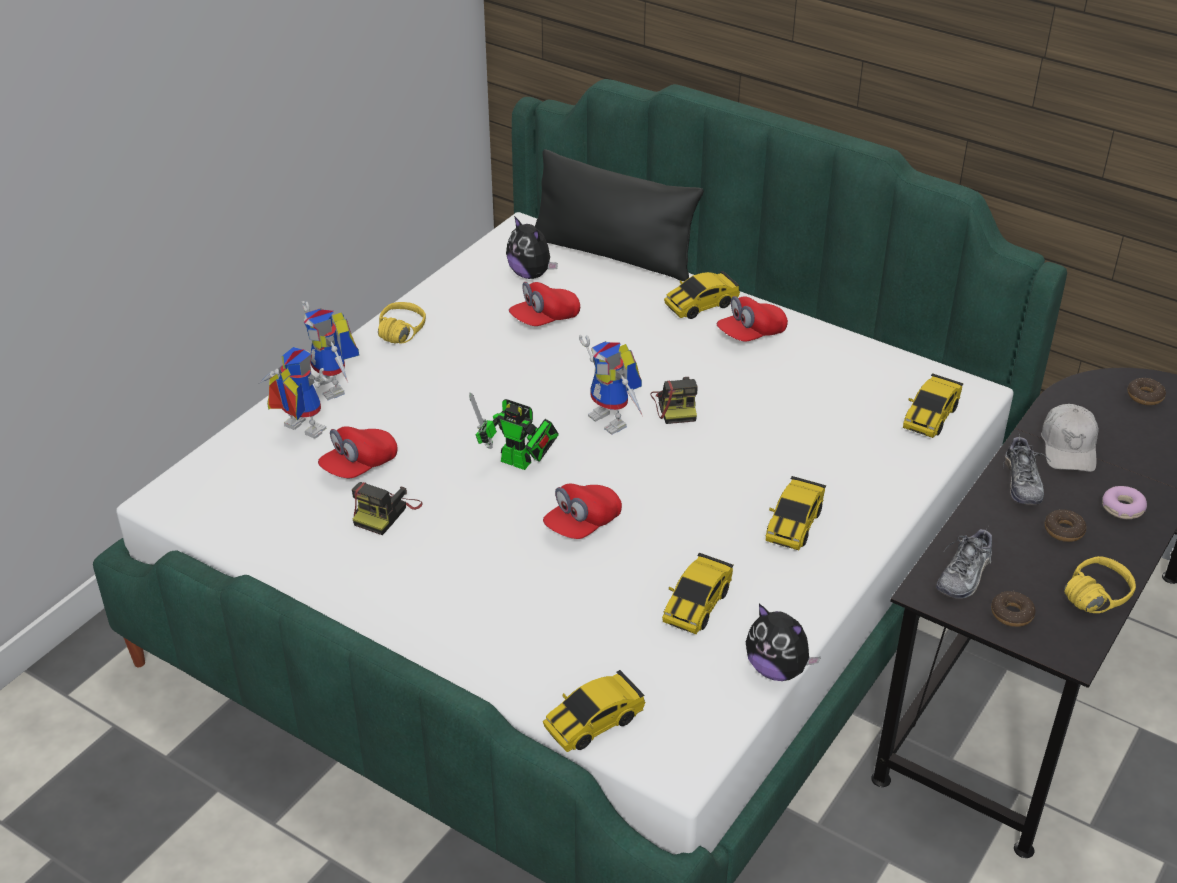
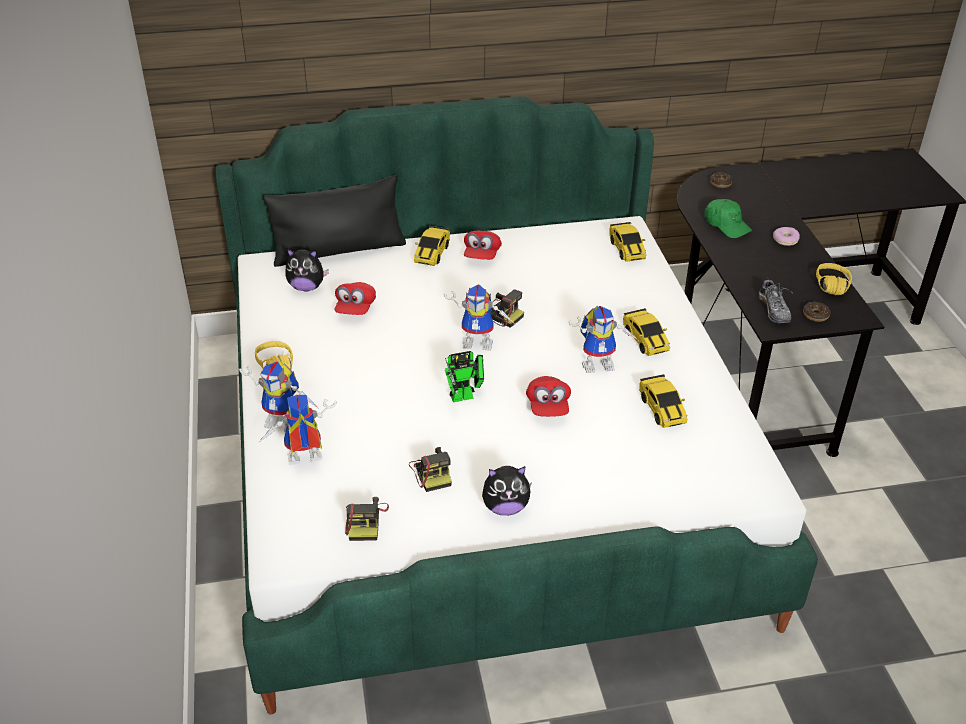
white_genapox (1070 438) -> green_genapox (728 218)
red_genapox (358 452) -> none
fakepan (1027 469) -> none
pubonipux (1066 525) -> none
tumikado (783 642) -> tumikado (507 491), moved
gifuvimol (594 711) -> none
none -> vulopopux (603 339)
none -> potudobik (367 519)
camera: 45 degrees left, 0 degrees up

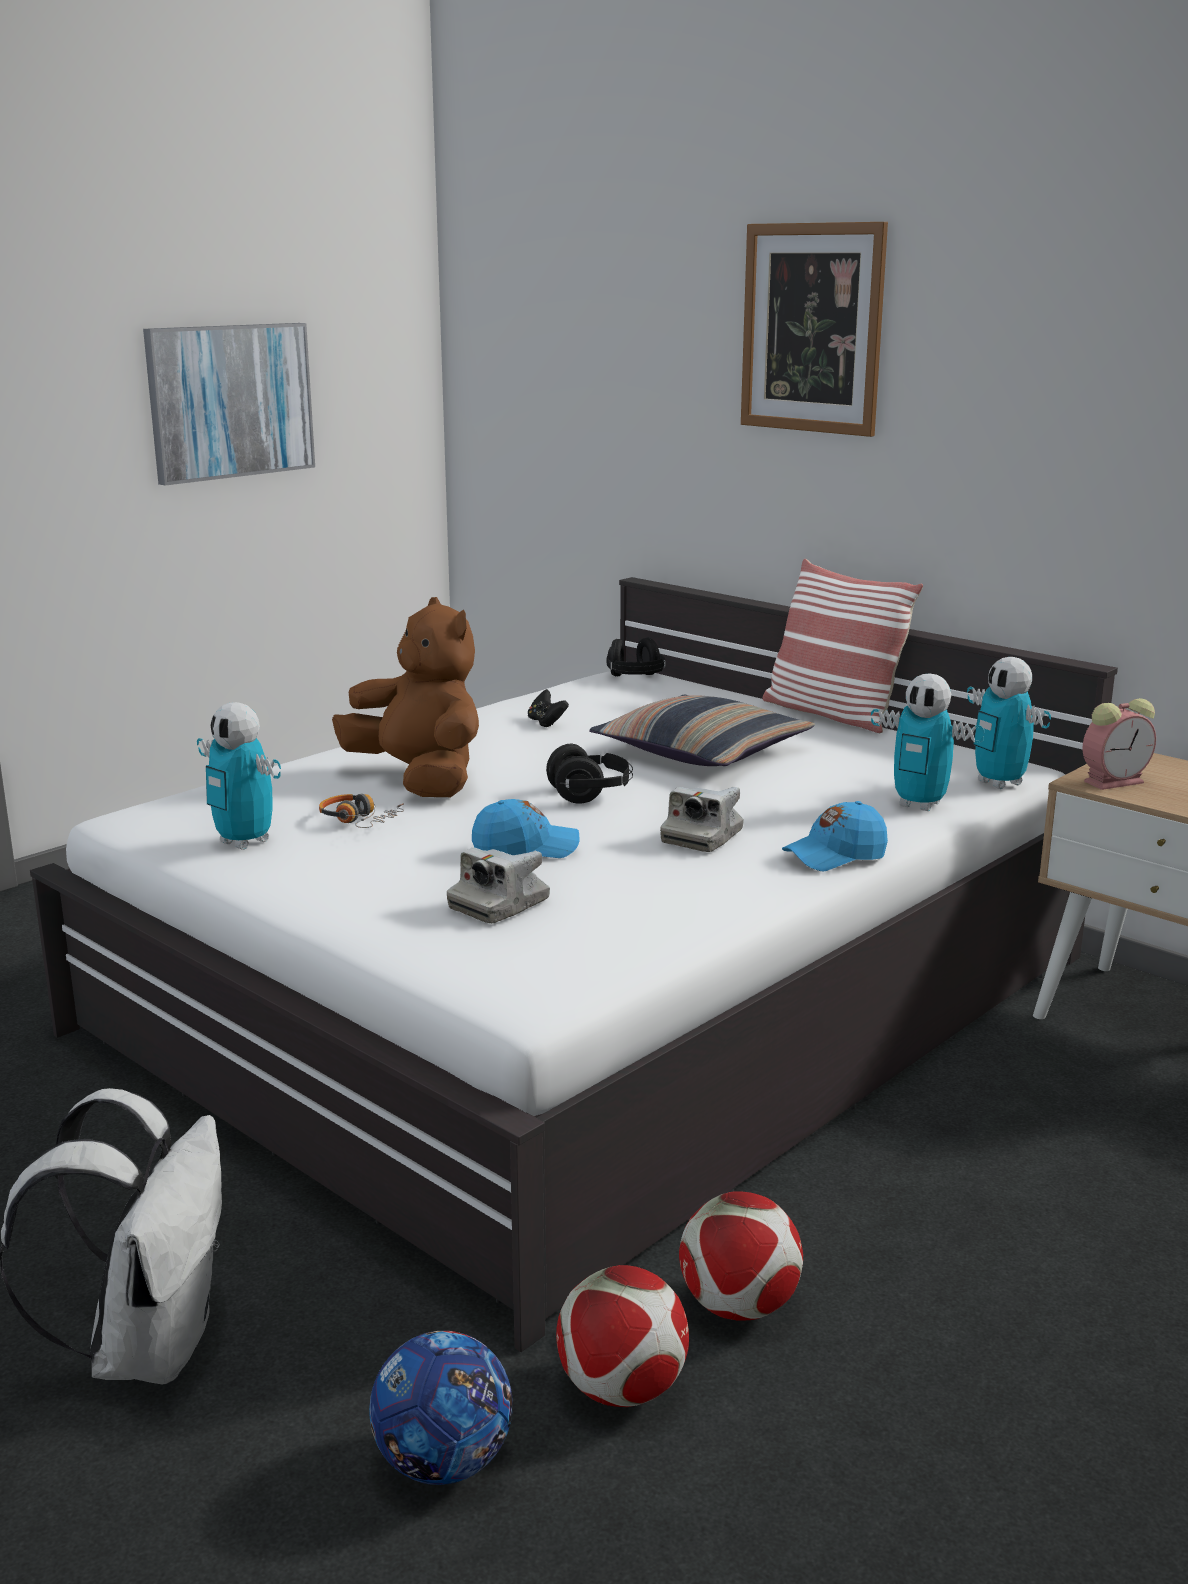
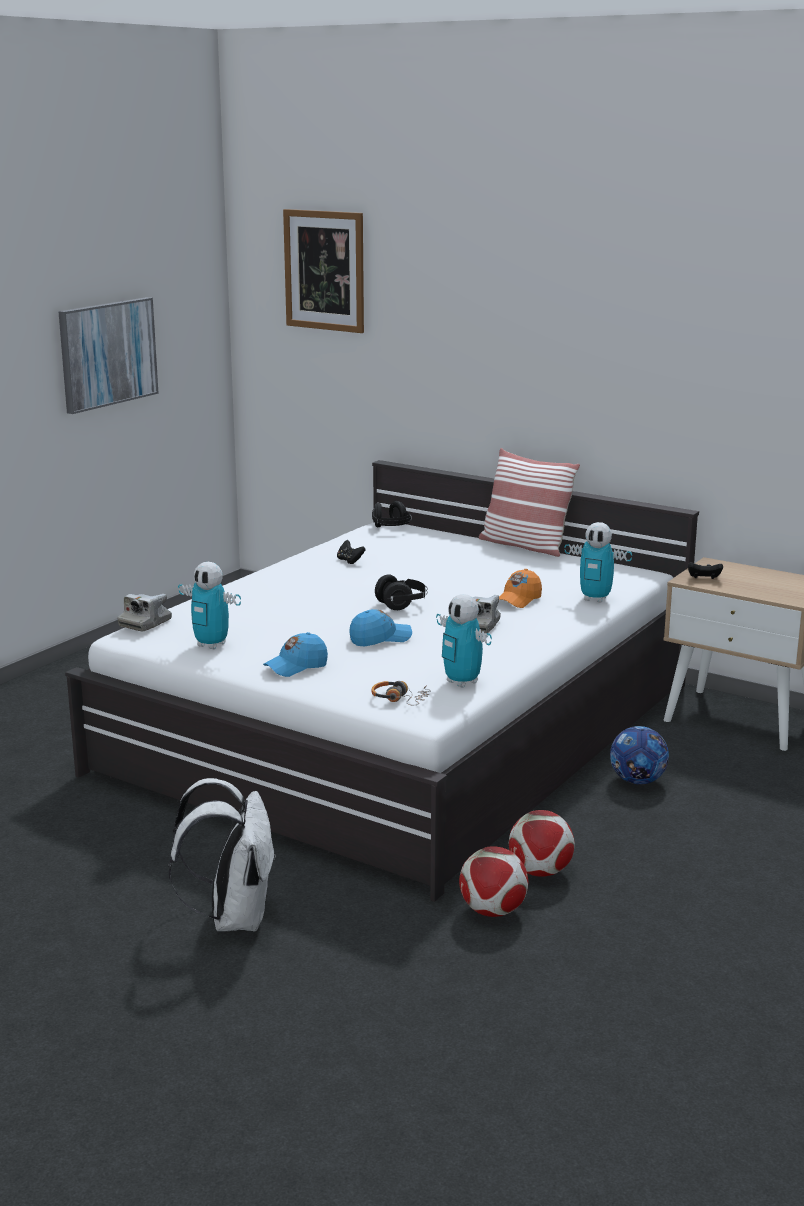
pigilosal (814 329) -> pigilosal (323 271), moved
brown_tumikado (405 697) -> none
vulopopux (1009 723) -> vulopopux (464 641), moved
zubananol (702 730) -> none
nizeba (1119 744) -> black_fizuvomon (705 570)
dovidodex (361 810) -> dovidodex (401 693), moved
blue_genapox (835 836) -> blue_genapox (295 654), moved
potudobik (498 885) -> potudobik (145 612), moved
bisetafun (441 1408) -> bisetafun (639 755), moved
none -> orange_genapox (520 588)
camera: 10 degrees left, 0 degrees up

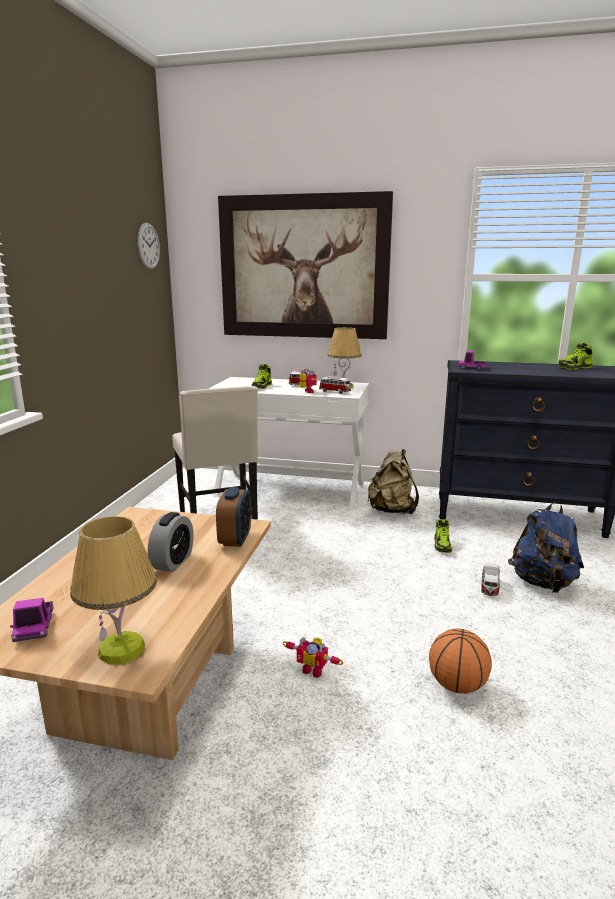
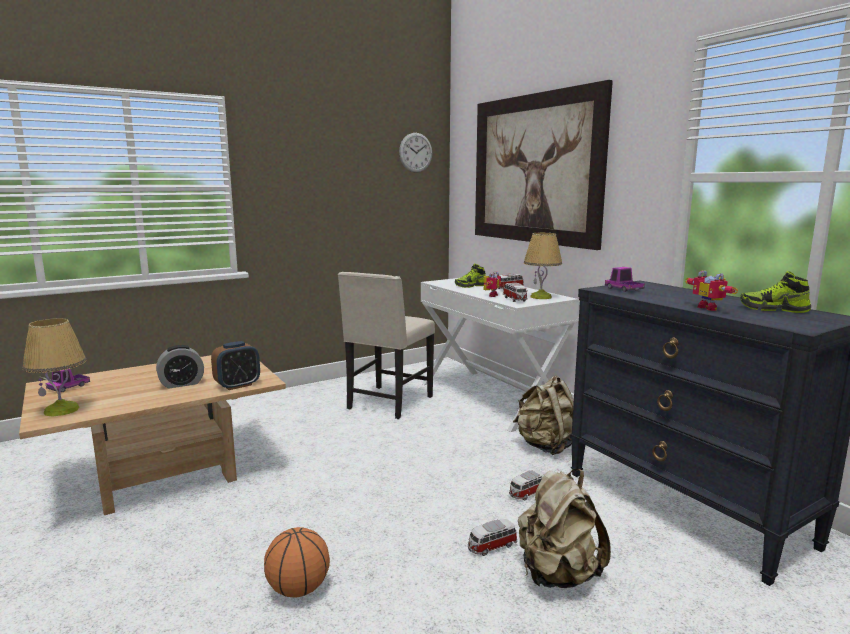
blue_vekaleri (546 547) -> beige_vekaleri (564 528)
fakepan (443 536) -> gifuvimol (527 485)
vulopopux (313 657) -> vulopopux (711 290), moved
camera: 45 degrees right, 5 degrees down

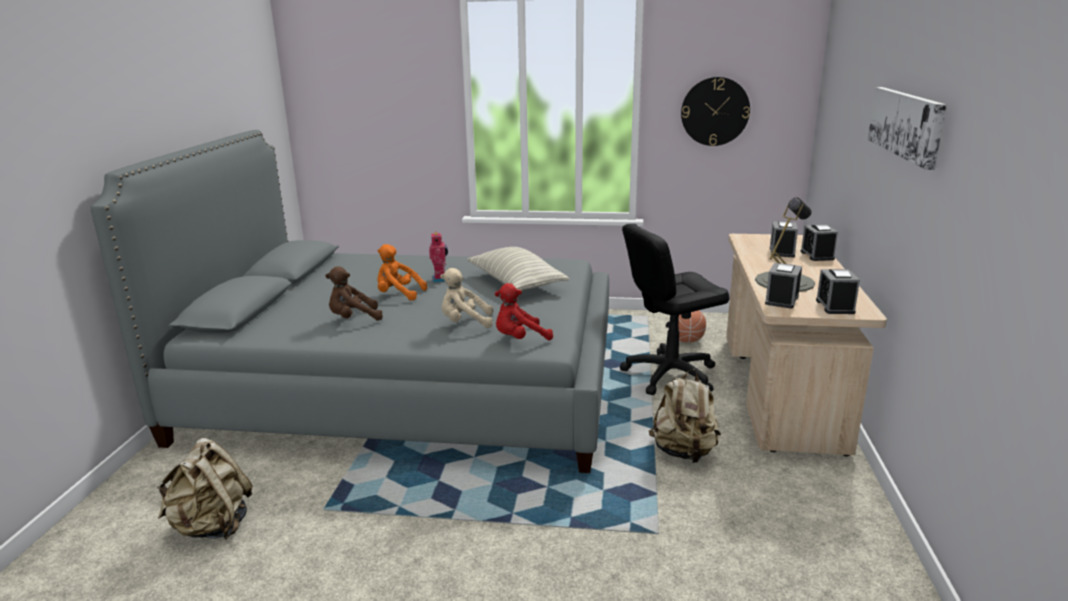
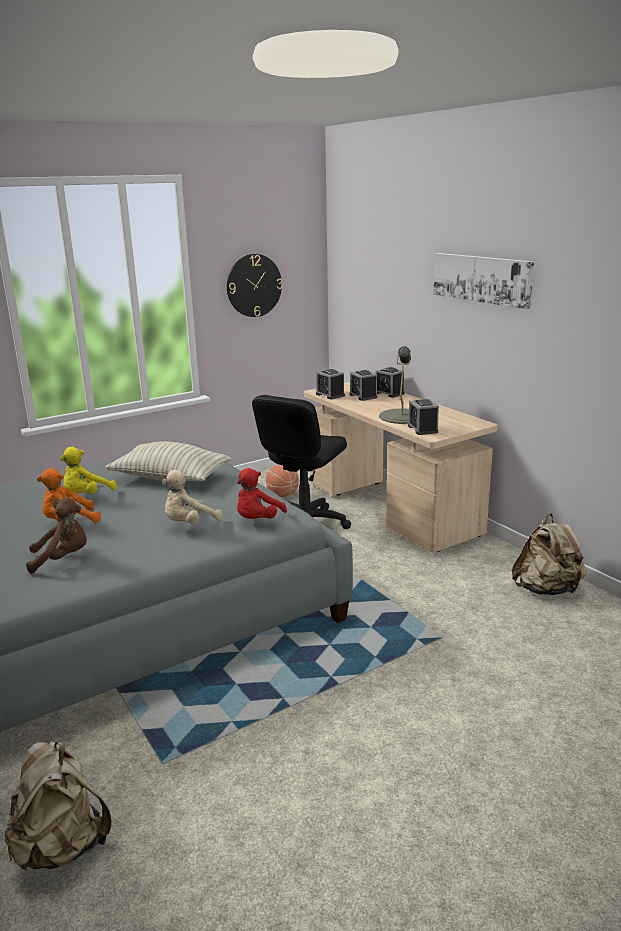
vulopopux (438 256) -> yellow_tumikado (88 470)
brown_tumikado (354 293) -> brown_tumikado (56 535), 135 degrees counterclockwise
nizeba (838 291) -> nizeba (330 384), moved
beige_vekaleri (685 416) -> beige_vekaleri (549 554), moved
camera: 40 degrees left, 0 degrees up

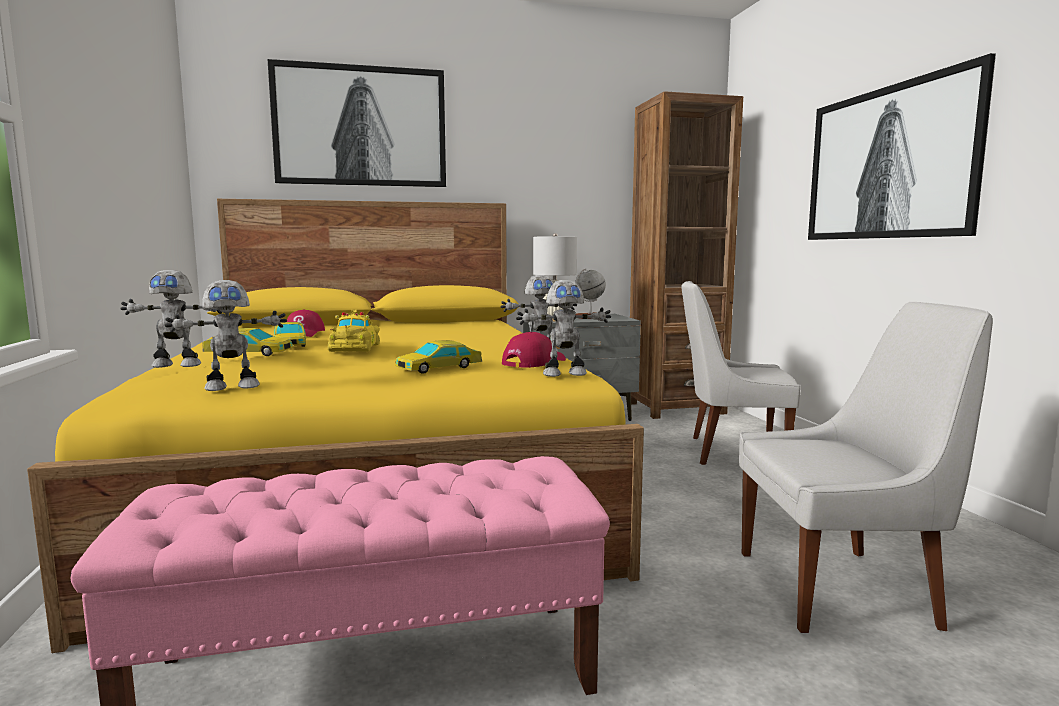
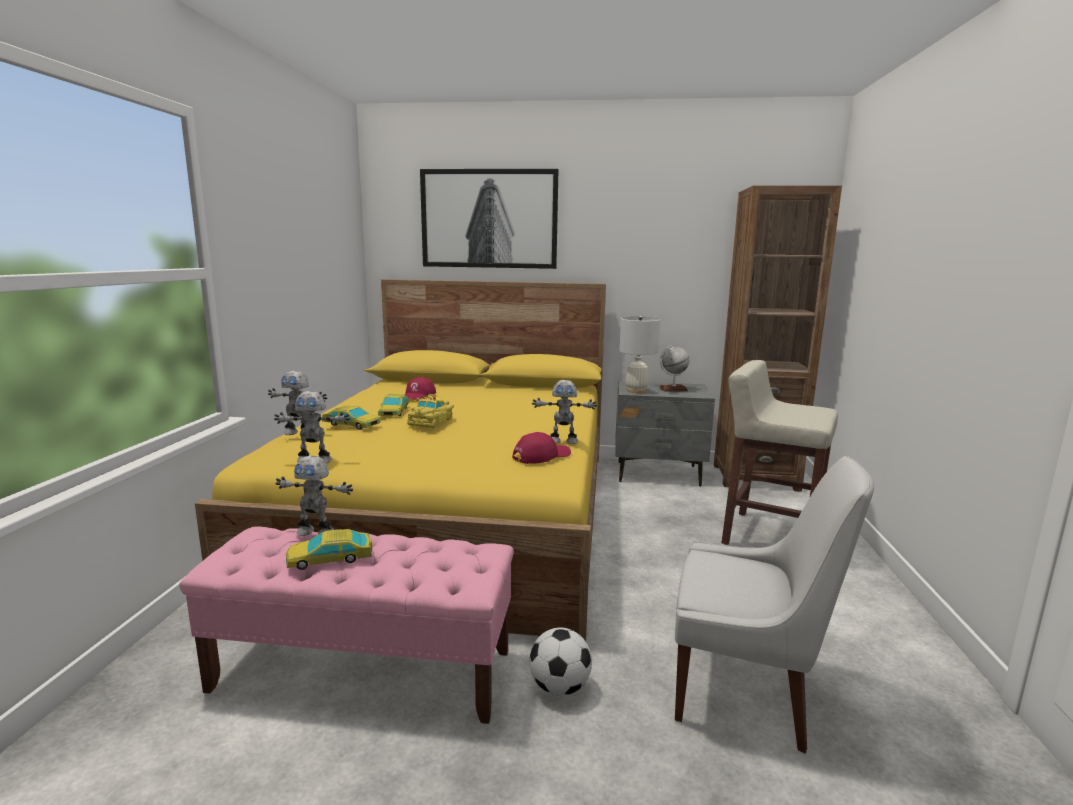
pigilosal (902 146) -> none
vulopopux (563 328) -> vulopopux (314 496), moved
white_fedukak (741 373) -> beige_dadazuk (779 452)
gifuvimol (438 357) -> gifuvimol (329 549), moved
none -> bisetafun (560 662)
camera: 20 degrees right, 5 degrees up

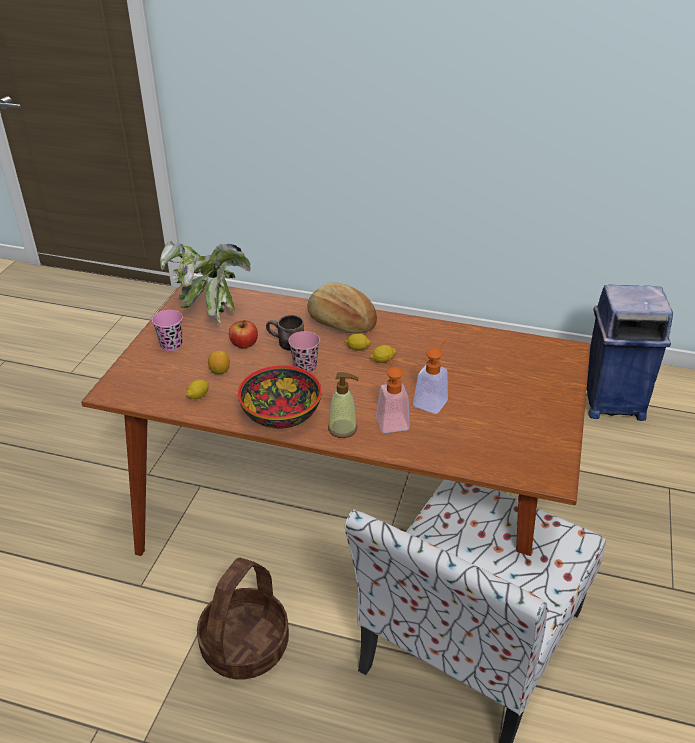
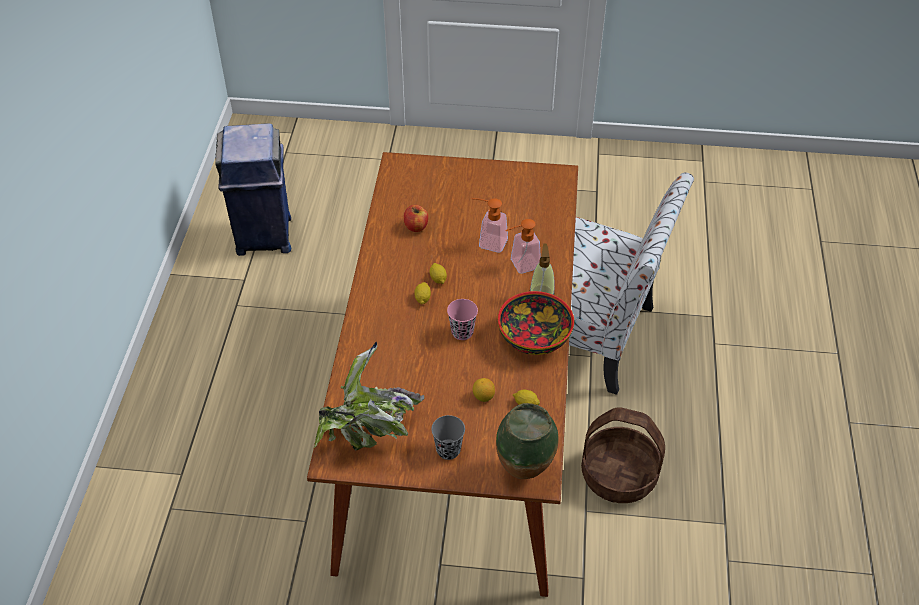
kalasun (342 307) -> none
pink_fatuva (167 330) -> grey_fatuva (448 437)
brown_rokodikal (285 333) -> none
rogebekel (243 334) -> rogebekel (416 218), moved
none -> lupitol (527 441)
camera: 100 degrees left, 10 degrees up

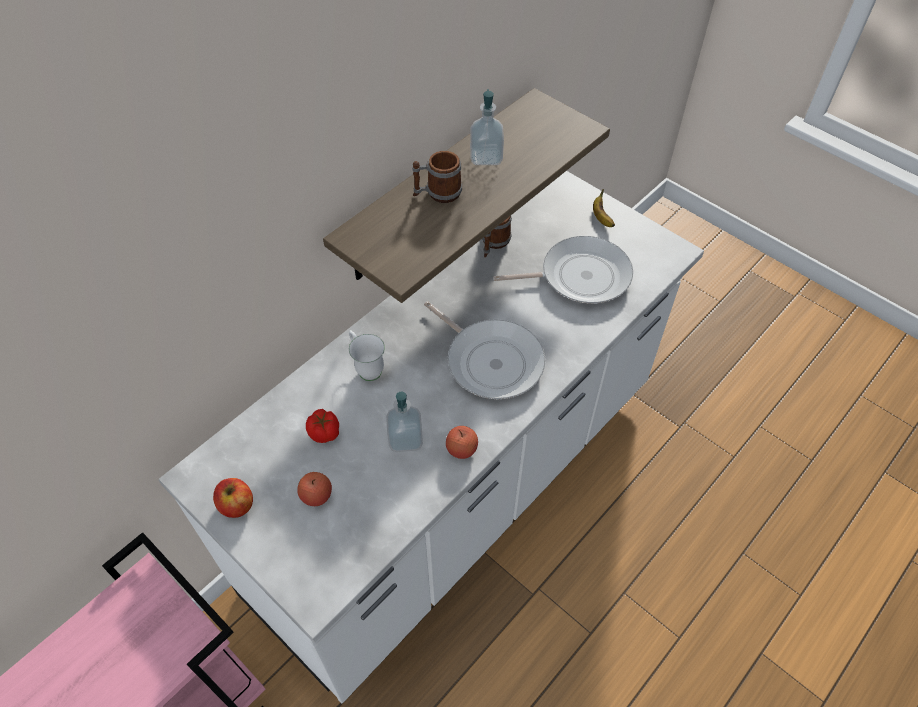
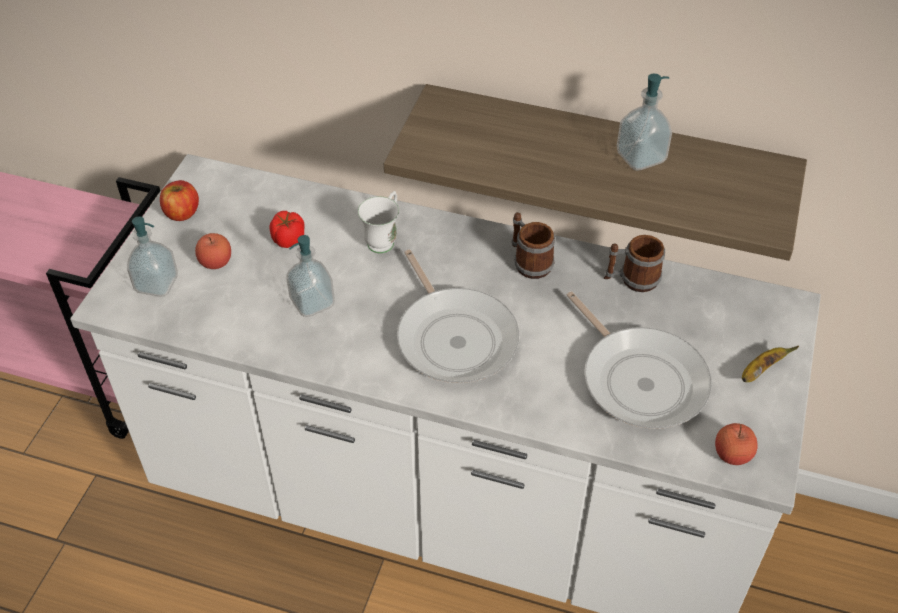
rokodikal (437 177) -> rokodikal (533 245), moved
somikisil (484 350) -> somikisil (458 316), 45 degrees counterclockwise
rogebekel (462 442) -> rogebekel (736 444), moved
none -> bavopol (152 256)
camera: 65 degrees right, 5 degrees down

